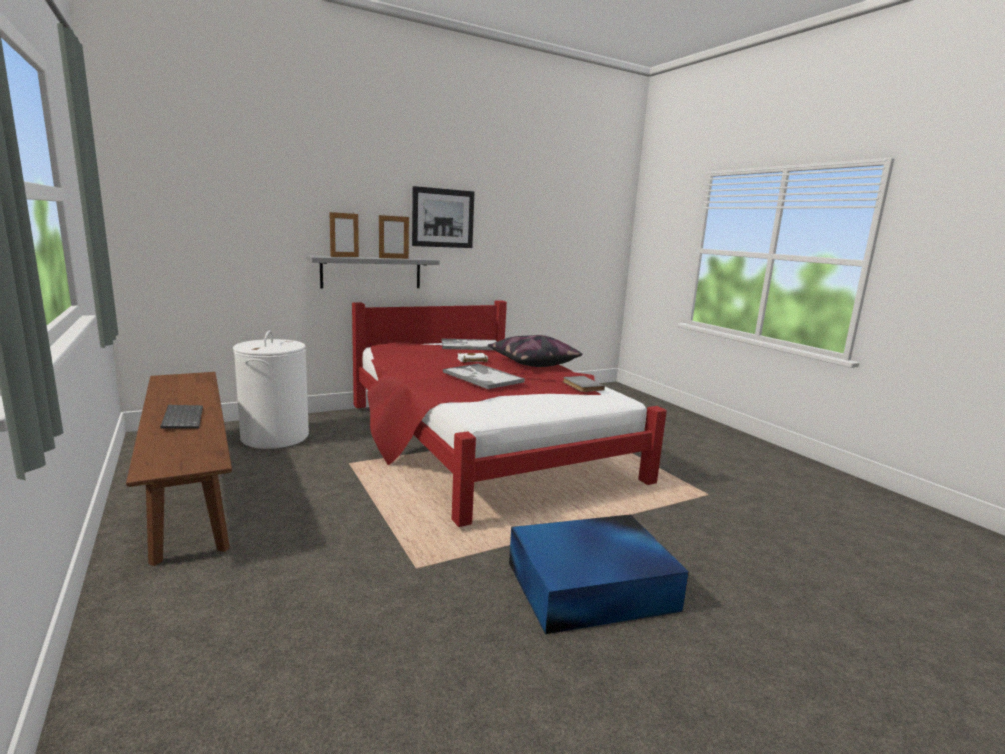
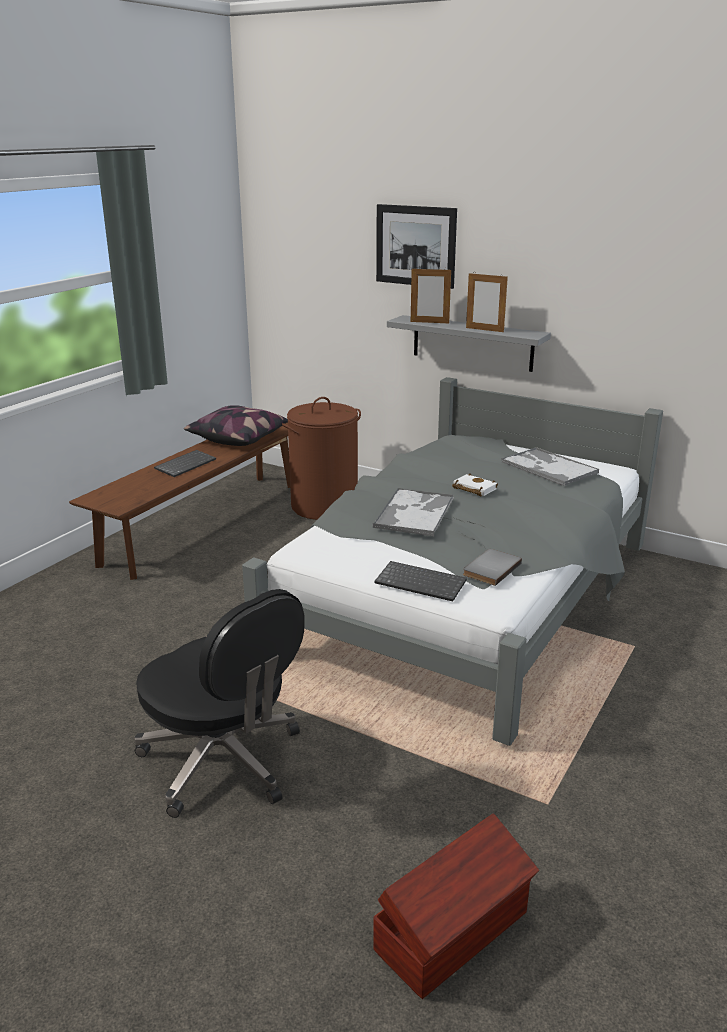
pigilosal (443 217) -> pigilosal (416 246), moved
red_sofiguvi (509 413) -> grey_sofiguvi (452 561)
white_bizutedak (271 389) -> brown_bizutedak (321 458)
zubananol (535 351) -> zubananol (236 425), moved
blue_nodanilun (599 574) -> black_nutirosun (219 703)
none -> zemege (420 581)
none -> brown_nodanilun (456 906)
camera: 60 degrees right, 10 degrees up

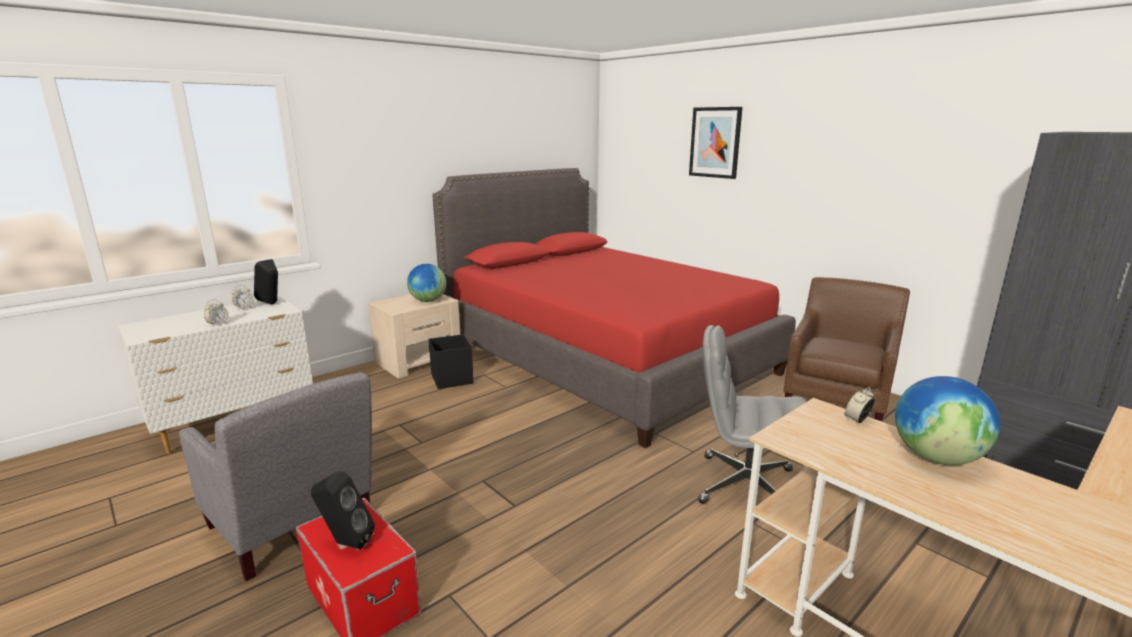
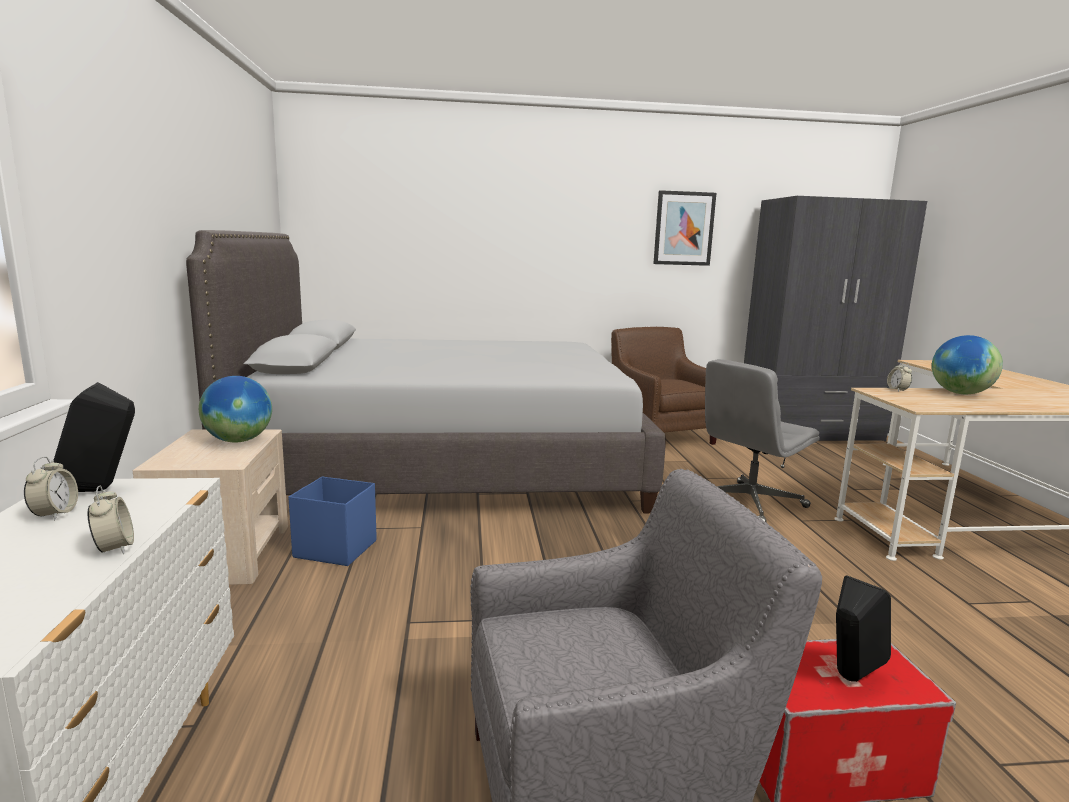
pigilosal (716 143) -> pigilosal (684 228), moved
red_sofiguvi (614 308) -> grey_sofiguvi (426 371)
black_nodanilun (451 361) -> blue_nodanilun (332 521)
camera: 55 degrees left, 5 degrees down

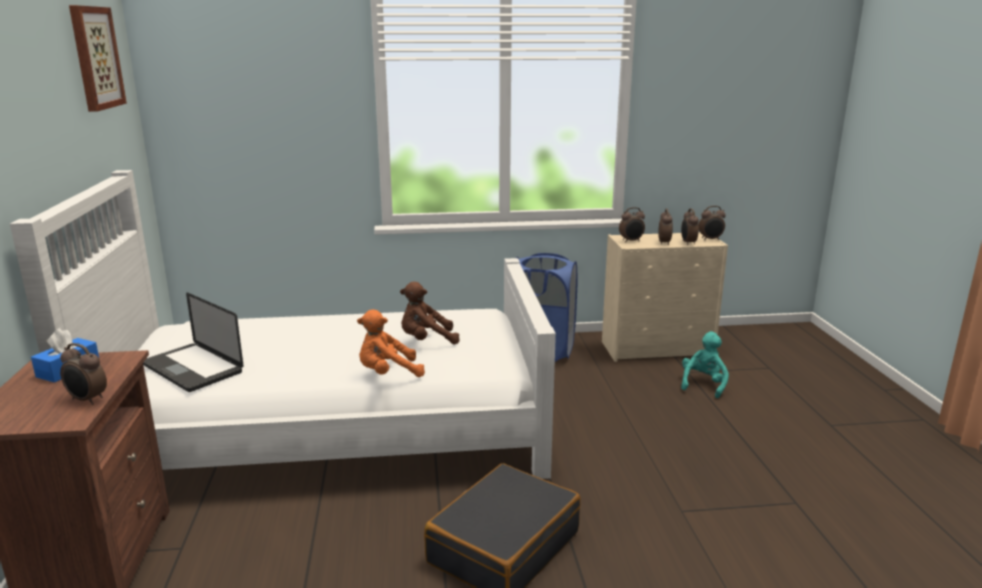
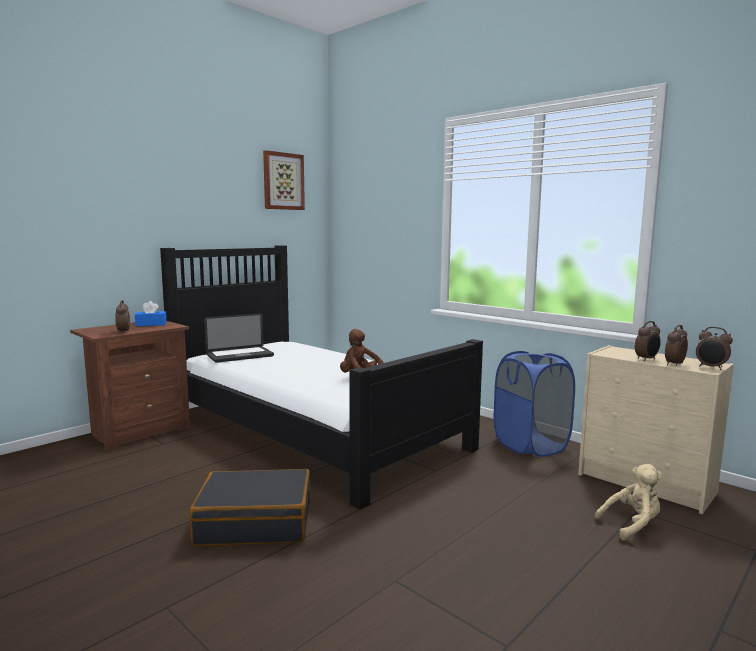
white_sofiguvi (283 324) -> black_sofiguvi (321 377)
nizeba (632 224) -> none
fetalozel (193 342) -> fetalozel (239 338), 120 degrees counterclockwise
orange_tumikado (391 343) -> none
turquoise_tumikado (705 364) -> beige_tumikado (629 502)
camera: 50 degrees right, 10 degrees down

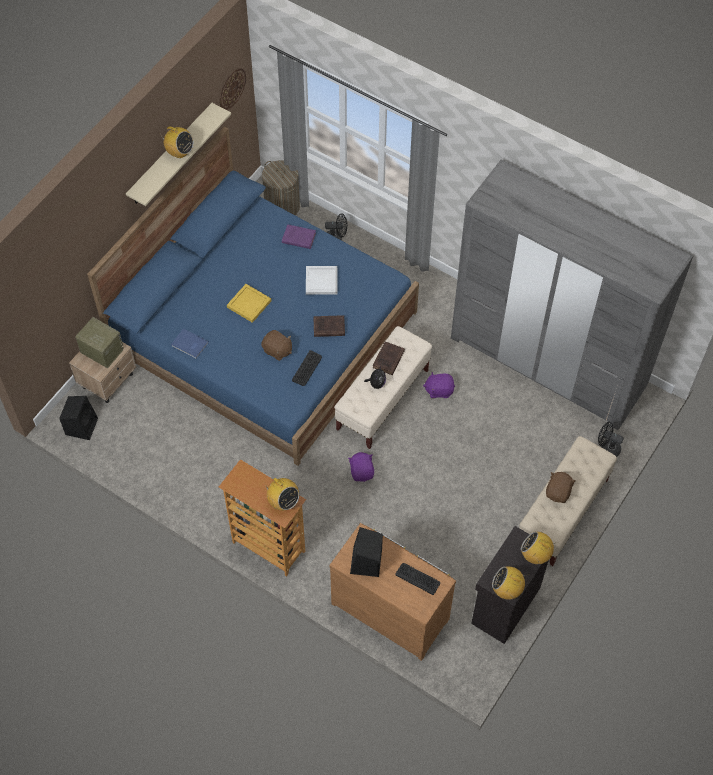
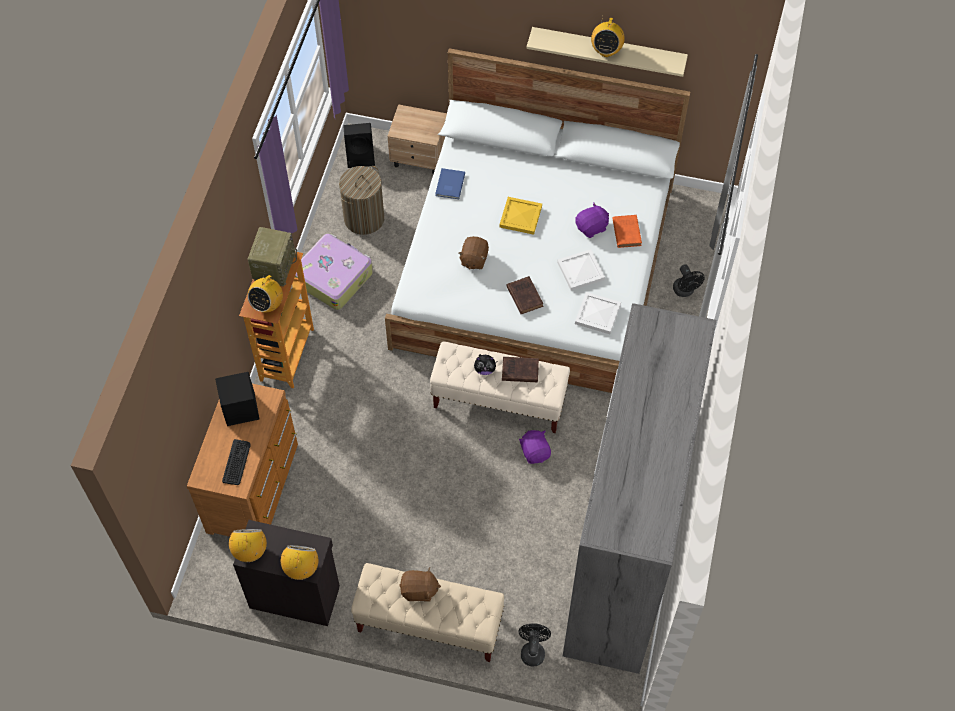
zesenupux (232 89) -> none
blue_sofiguvi (253 296) -> white_sofiguvi (537 220)
bizutedak (281 187) -> bizutedak (361 200), moved
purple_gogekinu (299 236) -> orange_gogekinu (627 231)
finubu (99 342) -> finubu (272 257), moved
zemege (307 368) -> none
purple_tumikado (361 467) -> purple_tumikado (592 220), moved
none -> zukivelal (334 272)
none -> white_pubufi (598 313)
camera: 70 degrees right, 0 degrees up

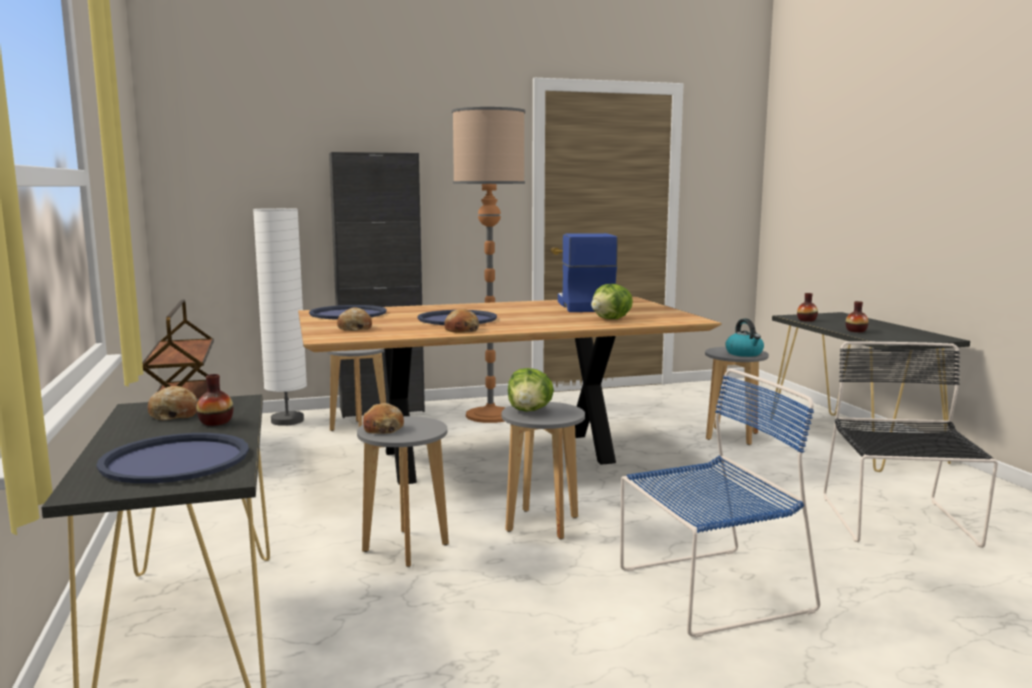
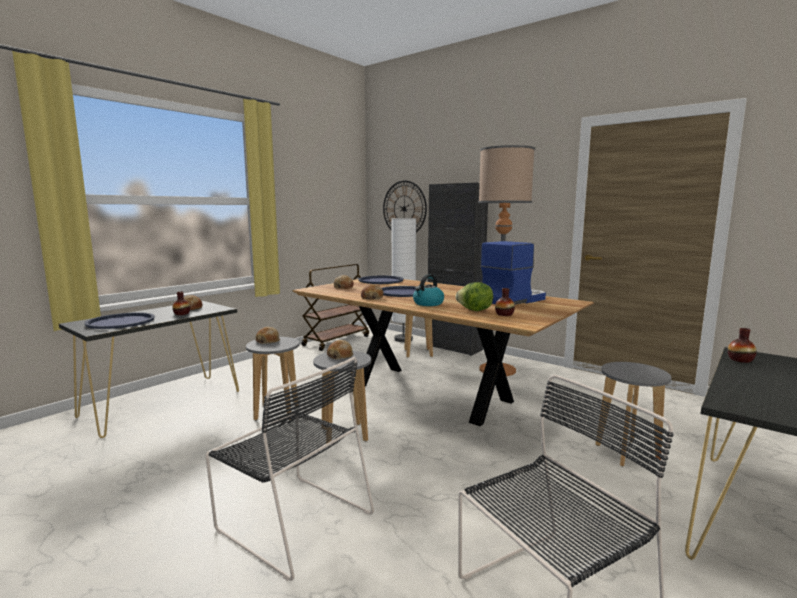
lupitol (857 316) -> lupitol (505 302), moved
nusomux (744 338) -> nusomux (428 290), moved
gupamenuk (531 390) -> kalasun (340 349)
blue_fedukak (720 503) -> black_fedukak (290 469)
none -> zesenupux (405 206)
camera: 55 degrees right, 0 degrees up

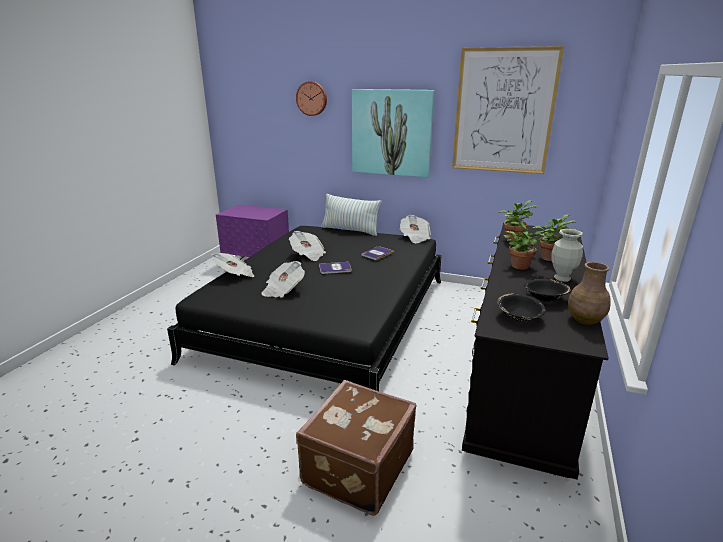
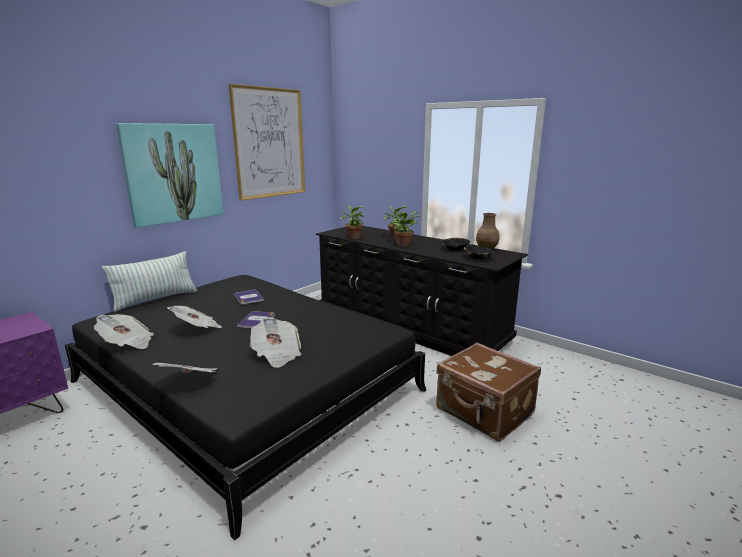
zesenupux (311 98) -> none
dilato (415 229) -> dilato (124 331), moved
lupitol (567 255) -> none
camera: 70 degrees left, 5 degrees down

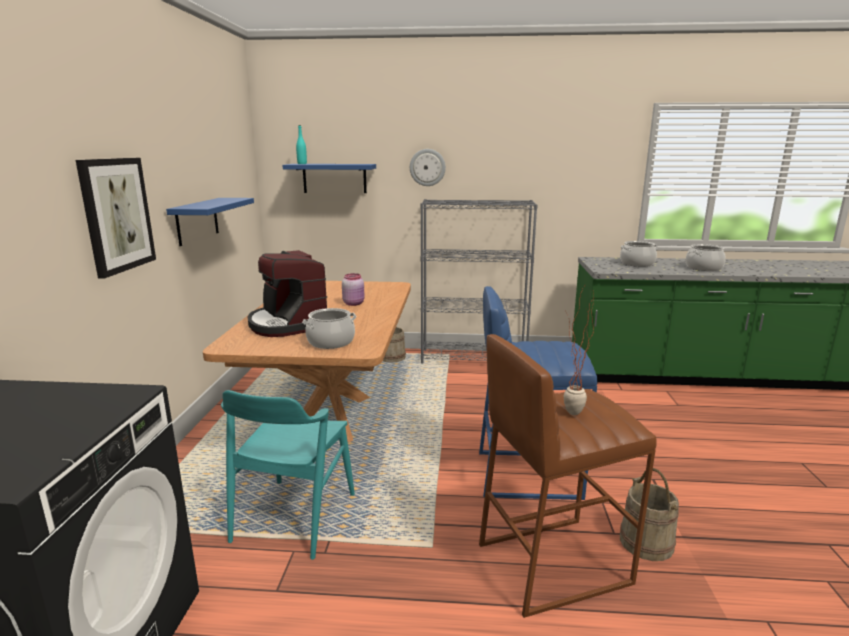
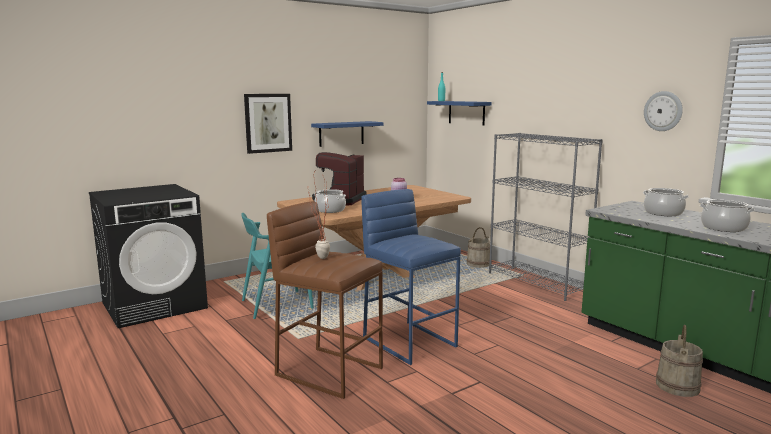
zesenupux (428 167) -> zesenupux (663 111), moved
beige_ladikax (649 514) -> beige_ladikax (679 361), moved
camera: 50 degrees right, 5 degrees down

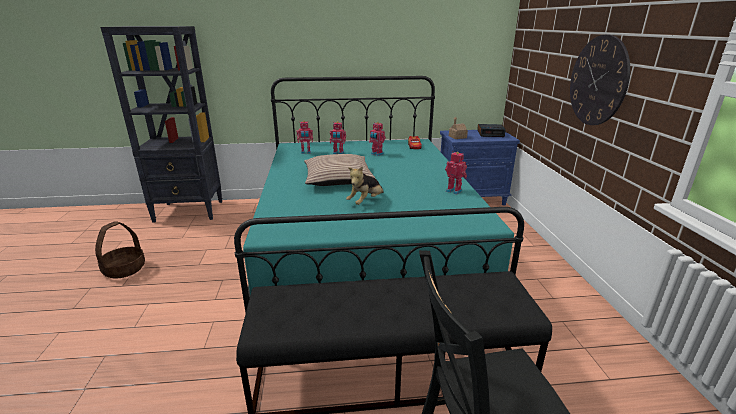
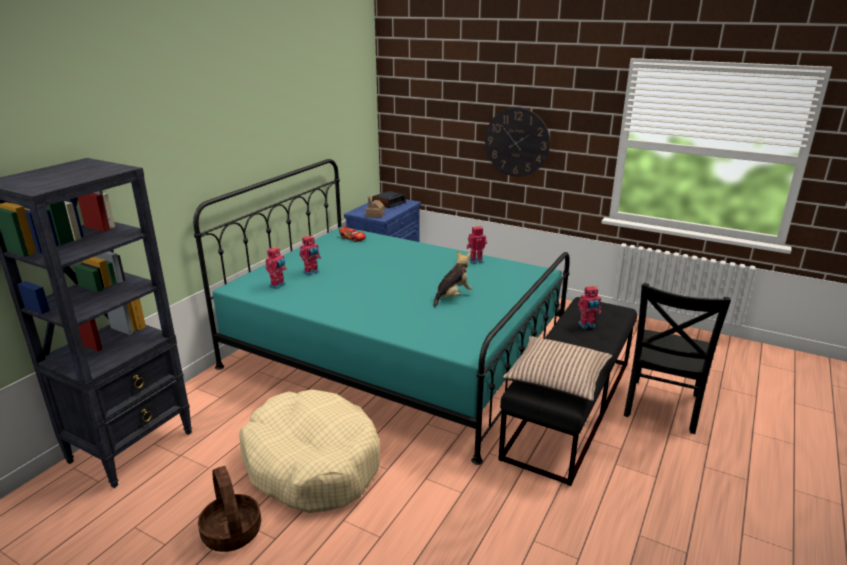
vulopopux (377 139) -> vulopopux (589 307), moved
zubananol (339 170) -> zubananol (557 368), moved
tumikado (364 185) -> tumikado (452 279), 120 degrees counterclockwise
none -> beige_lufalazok (309 451)
camera: 55 degrees left, 0 degrees up

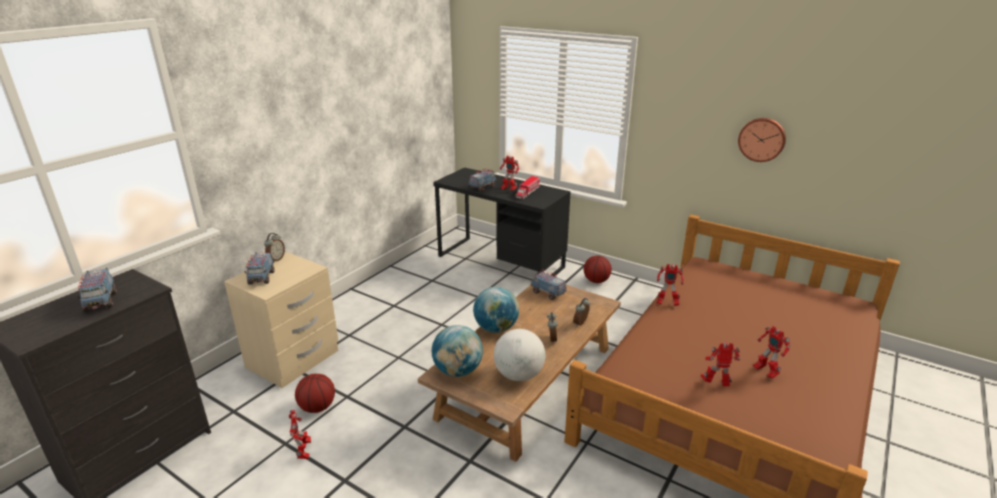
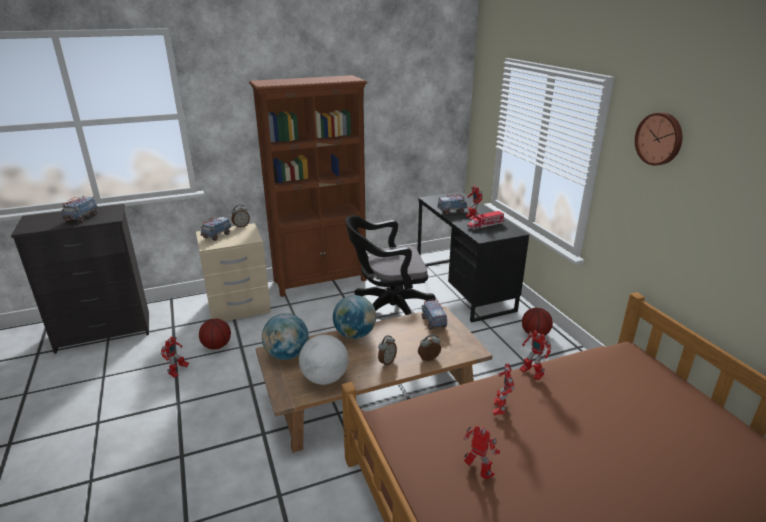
zesenupux (762 140) -> zesenupux (659 139), moved
vulopopux (771 352) -> vulopopux (503 389), moved
none -> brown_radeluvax (308 186)
none -> black_nutirosun (390 265)
camera: 35 degrees right, 0 degrees up

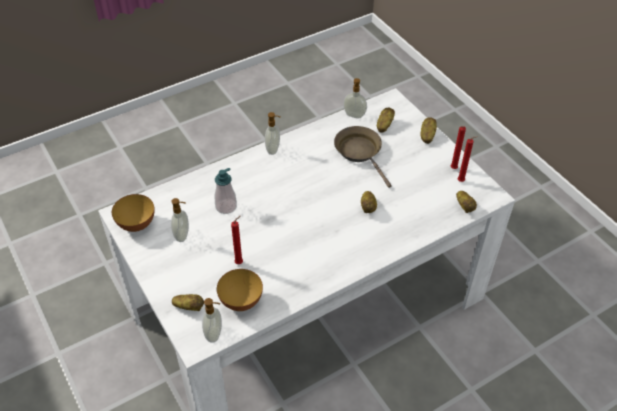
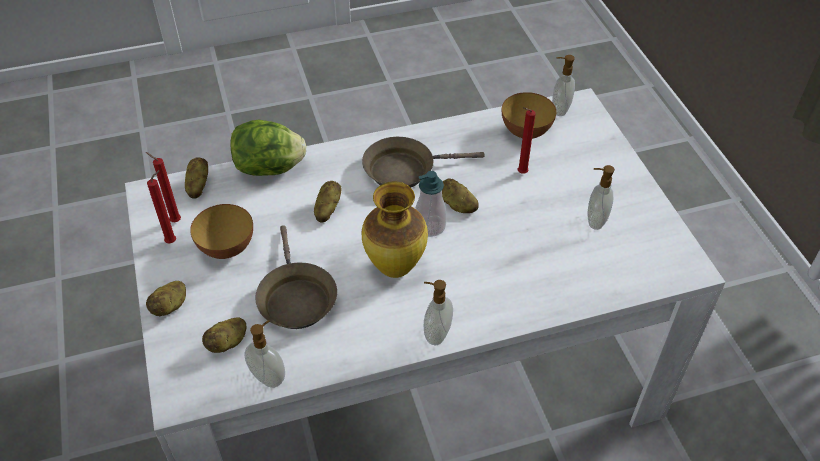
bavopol (226 191) -> bavopol (430 204), moved
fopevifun (133 213) -> fopevifun (221 231), moved
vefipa (188 302) -> vefipa (460 195), moved
none -> gupamenuk (268 148)
none -> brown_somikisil (423 162)
none -> lupitol (394 229)
camera: 165 degrees left, 0 degrees up

